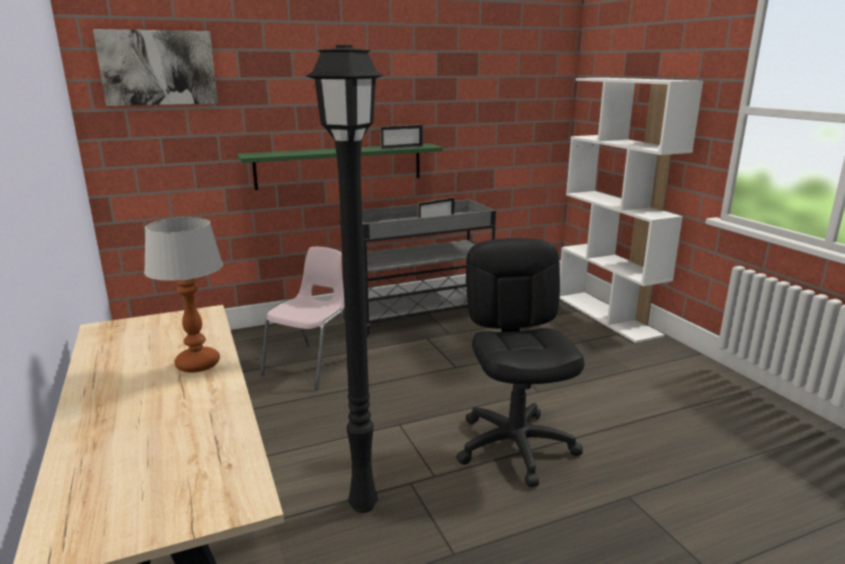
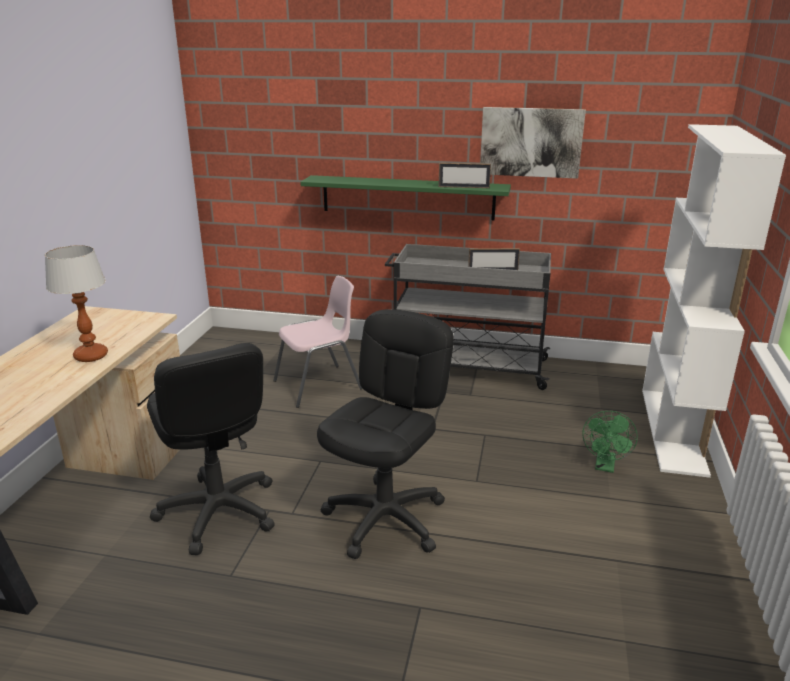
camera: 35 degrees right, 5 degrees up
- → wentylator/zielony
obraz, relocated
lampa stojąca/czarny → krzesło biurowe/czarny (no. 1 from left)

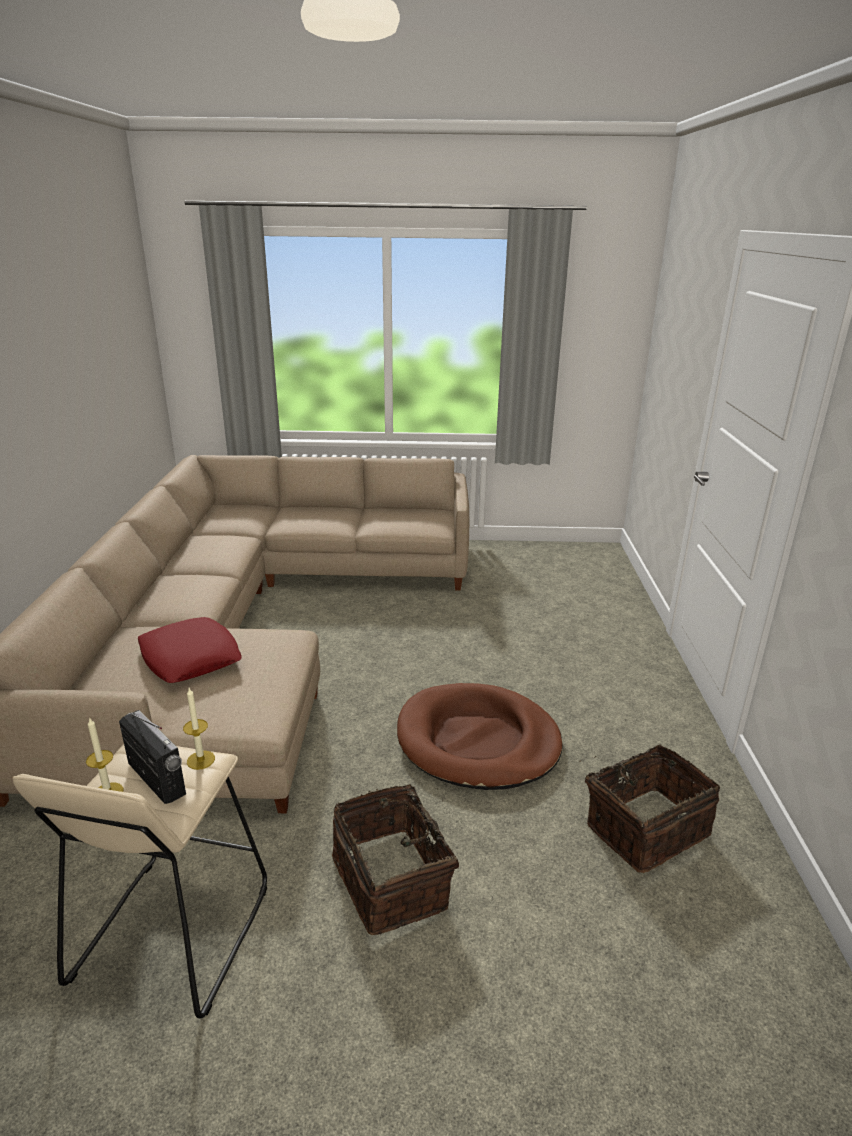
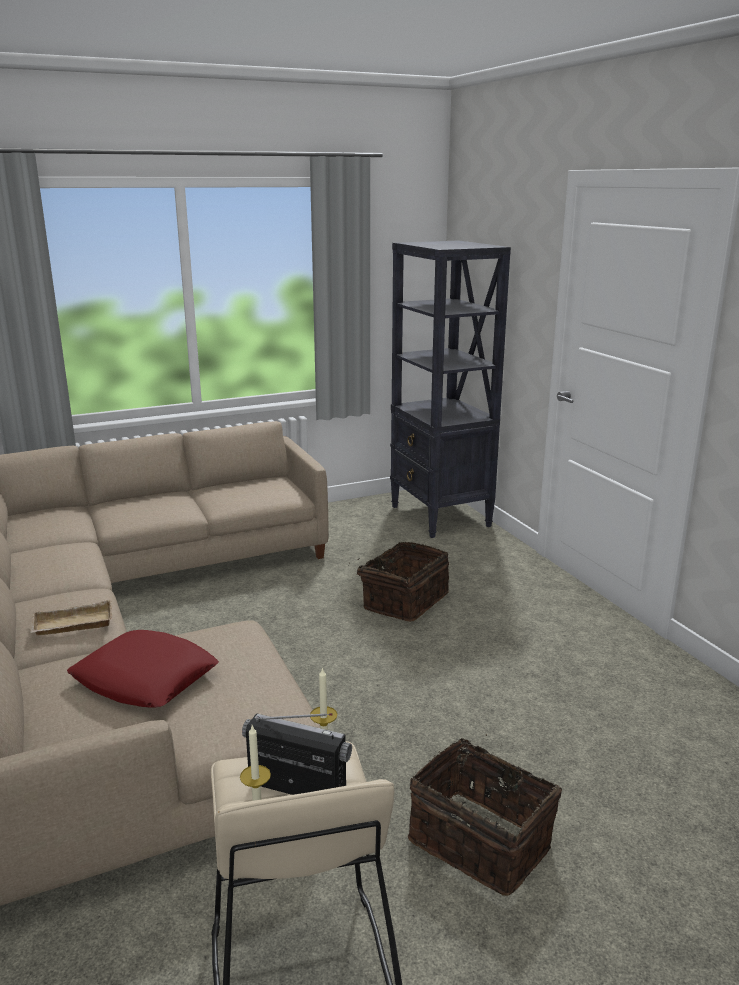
camera: 25 degrees left, 5 degrees down
legowisko/brązowy → -
- → taca/beżowy
- → regał/czarny
koszyk (no. 2 from left in the first image) → koszyk (no. 1 from left), relocated

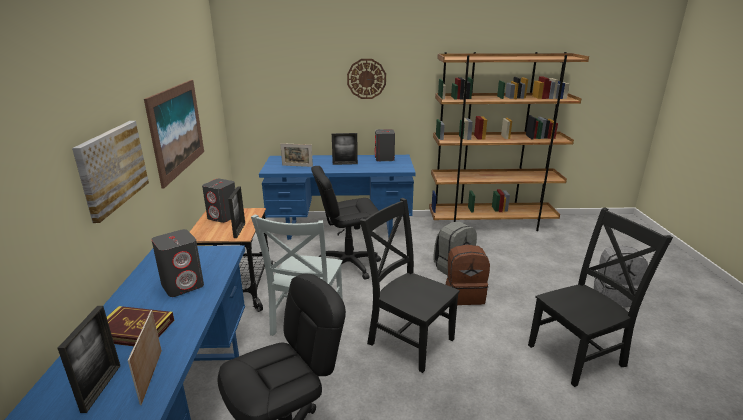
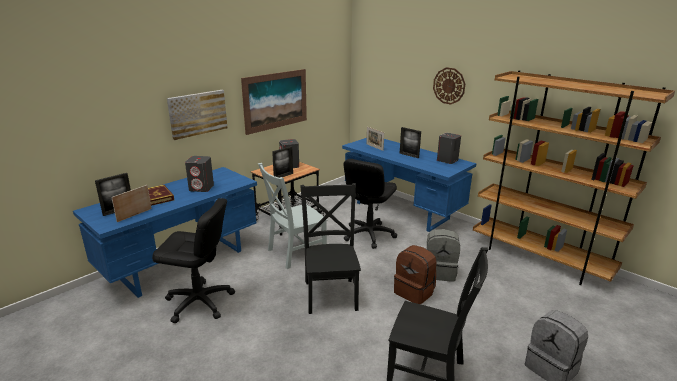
camera: 45 degrees right, 0 degrees up
krzesło biurowe/czarny (no. 2 from left), 90 degrees counterclockwise

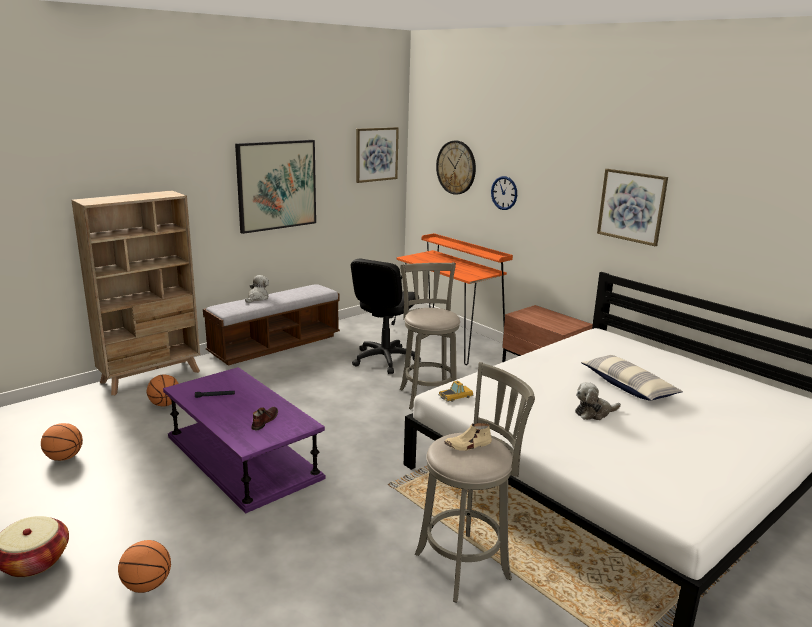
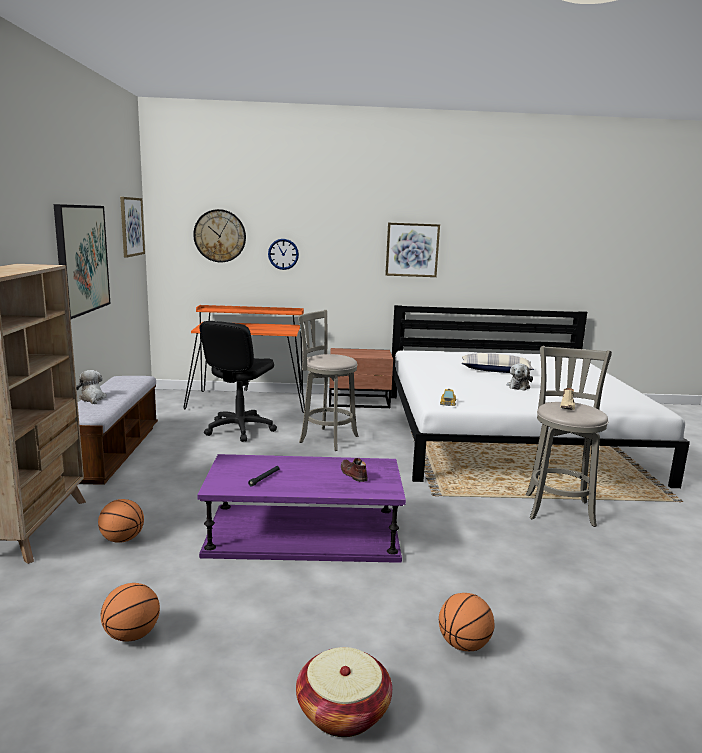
camera: 50 degrees left, 5 degrees down
krzesło biurowe/czarny, 45 degrees clockwise

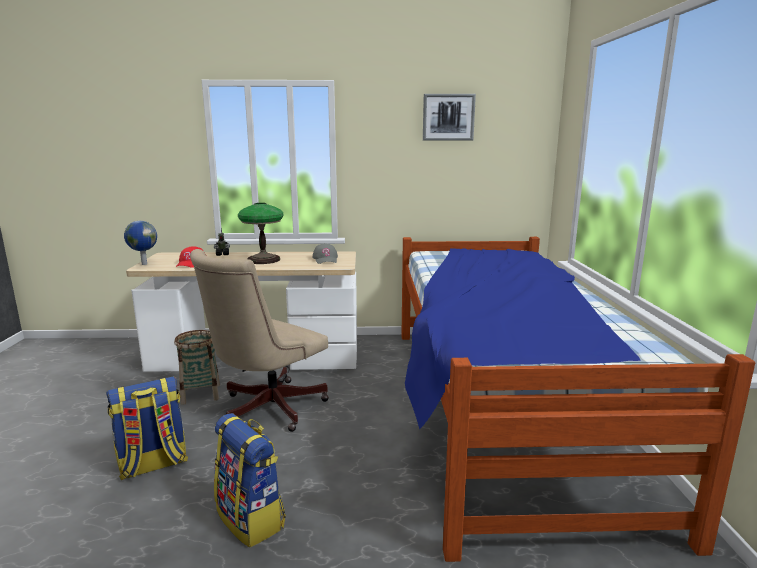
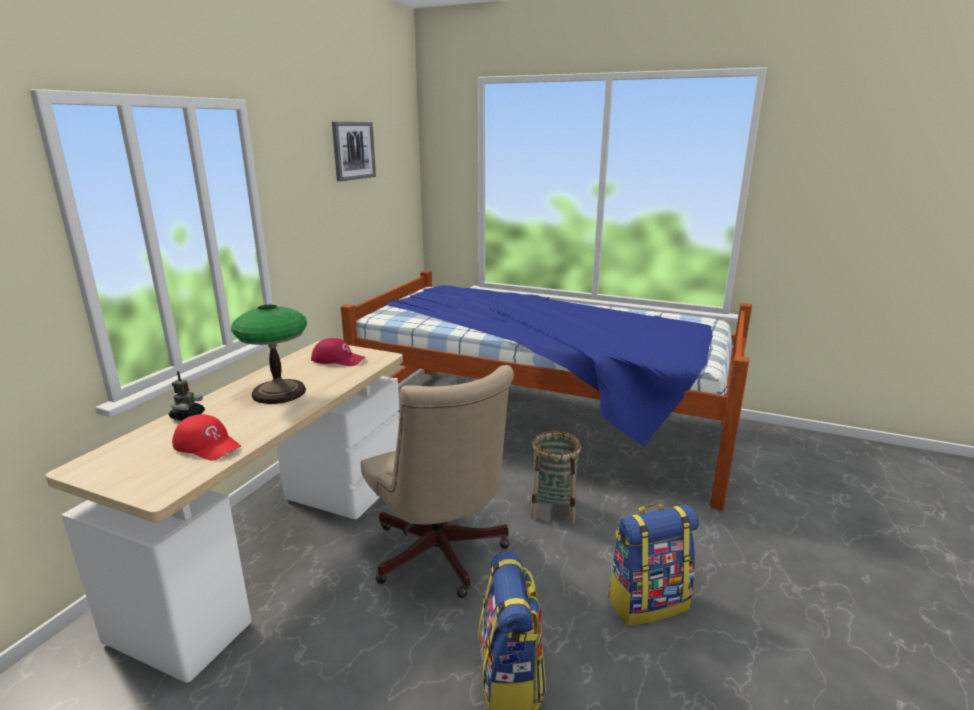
camera: 65 degrees left, 5 degrees up
globus → -
koszyk, relocated
czapka z daszkiem/szary → czapka z daszkiem/czerwony (no. 2 from left)

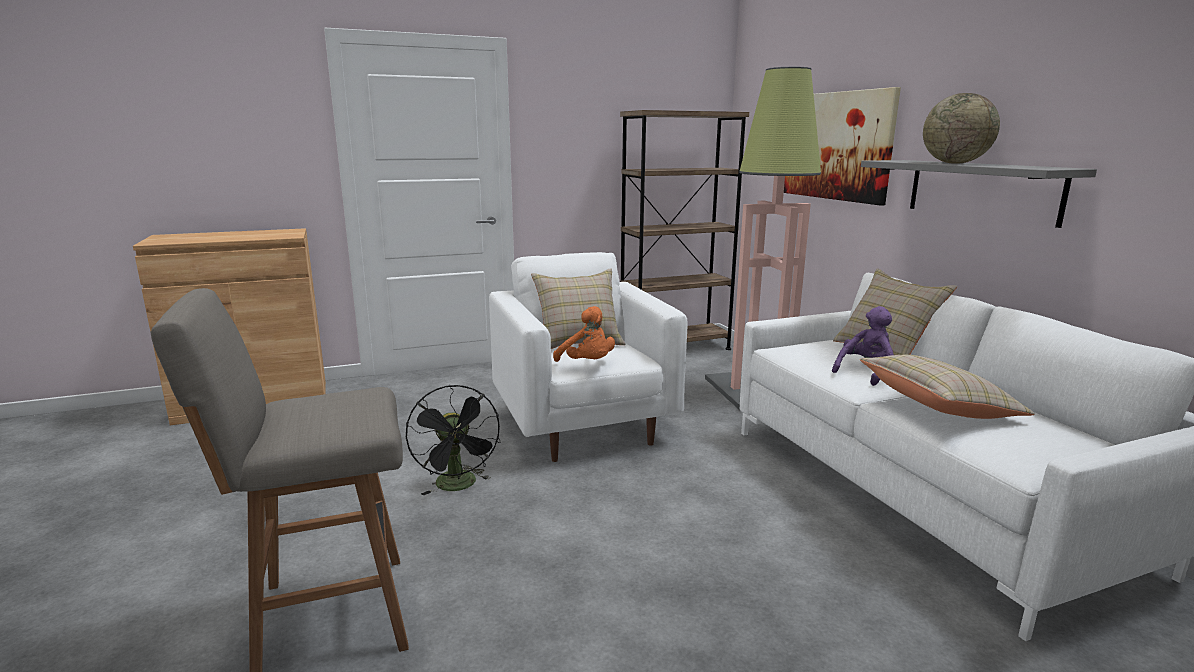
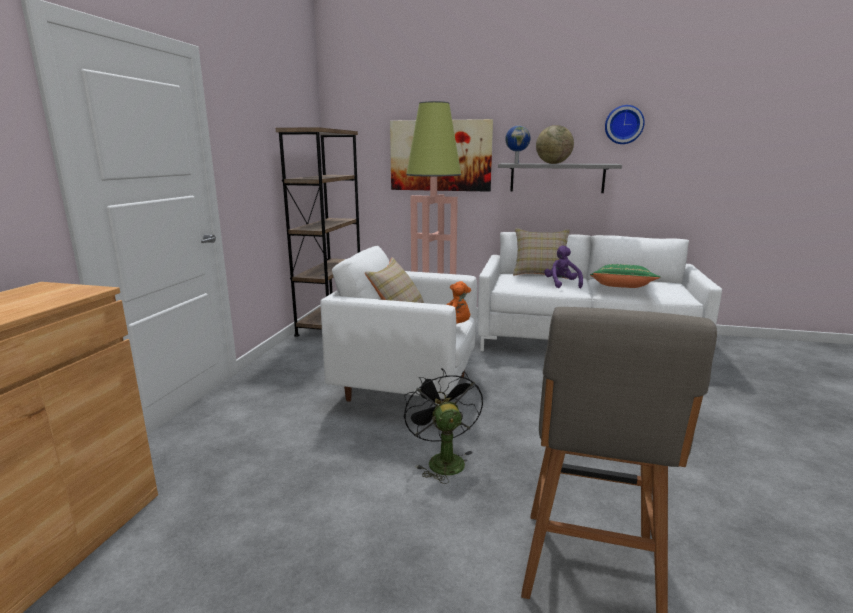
camera: 55 degrees left, 0 degrees up
- → globus (no. 1 from left)
- → zegar ścienny
poduszka/beżowy (no. 3 from left) → poduszka/zielony
wentylator/czarny, 120 degrees counterclockwise

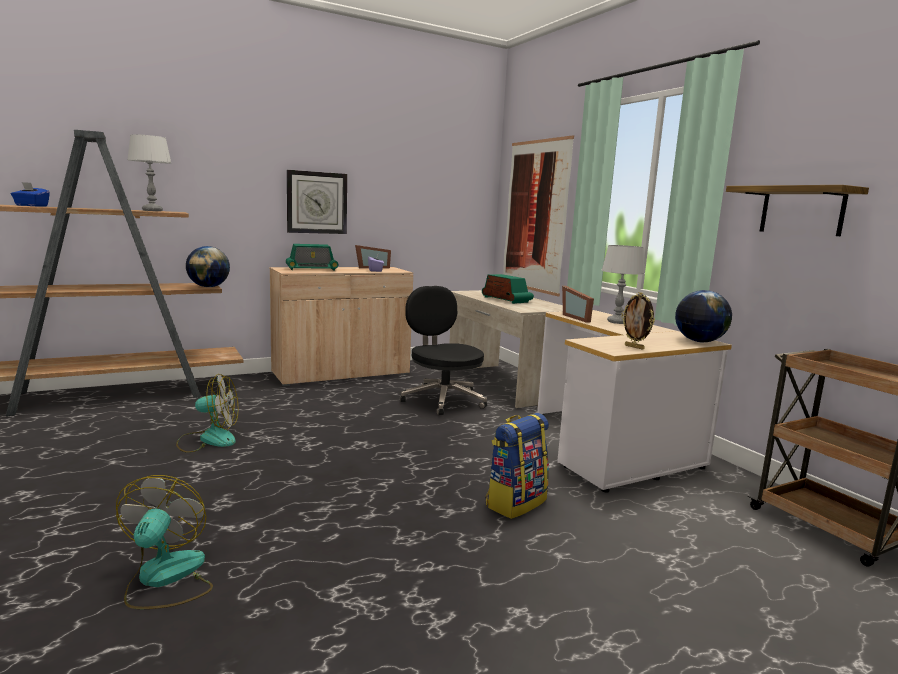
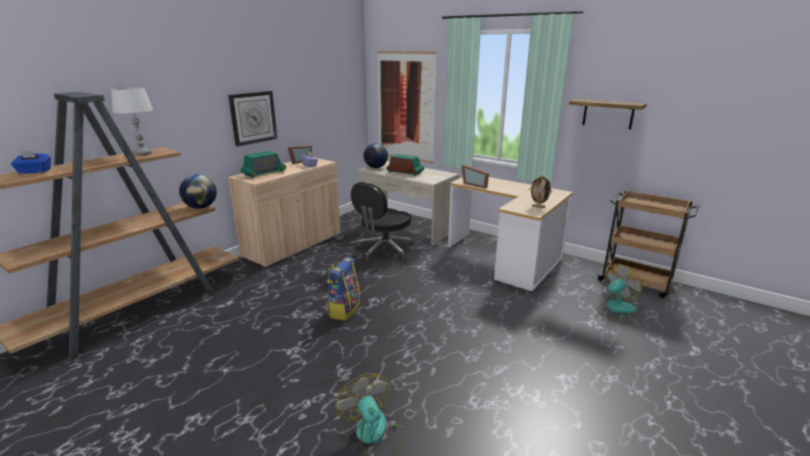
camera: 25 degrees left, 10 degrees up
lampa stołowa/szary (no. 2 from left) → -
wentylator (no. 2 from left), relocated
plecak, relocated
globus (no. 2 from left), relocated
krzesło biurowe/czarny, 90 degrees counterclockwise

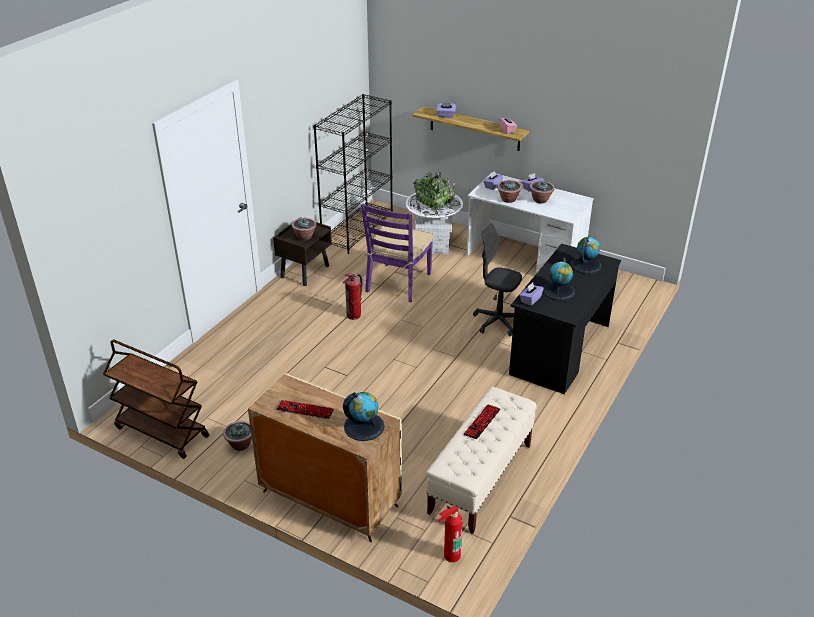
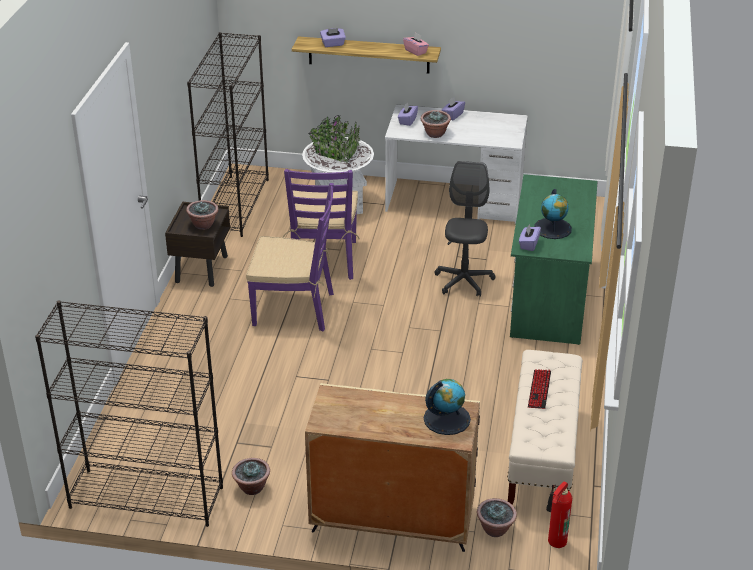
camera: 20 degrees left, 0 degrees up
klawiatura (no. 1 from left) → -
globus (no. 3 from left) → -
roślina doniczkowa (no. 4 from left), relocated
wózek/brązowy → regał/czarny (no. 1 from left)
gaśnica (no. 1 from left) → krzesło/fioletowy (no. 1 from left)
biurko/czarny → biurko/zielony
krzesło biurowe/szary, 90 degrees clockwise

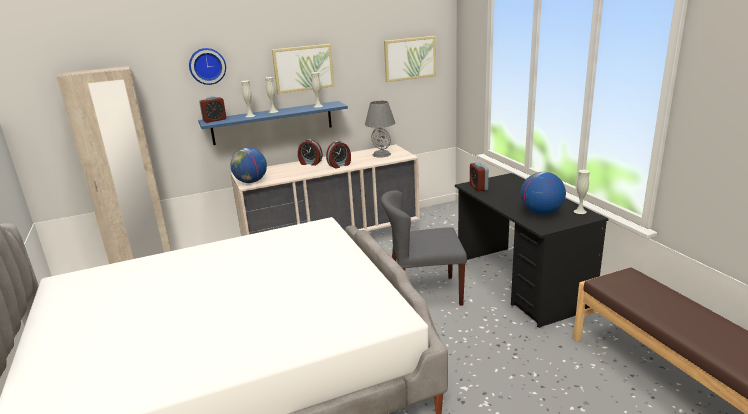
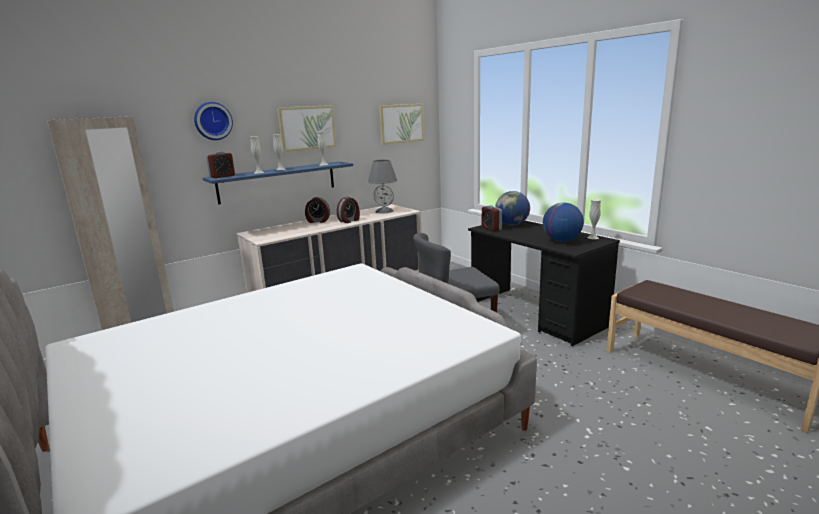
camera: 15 degrees left, 5 degrees down
globus (no. 1 from left), relocated

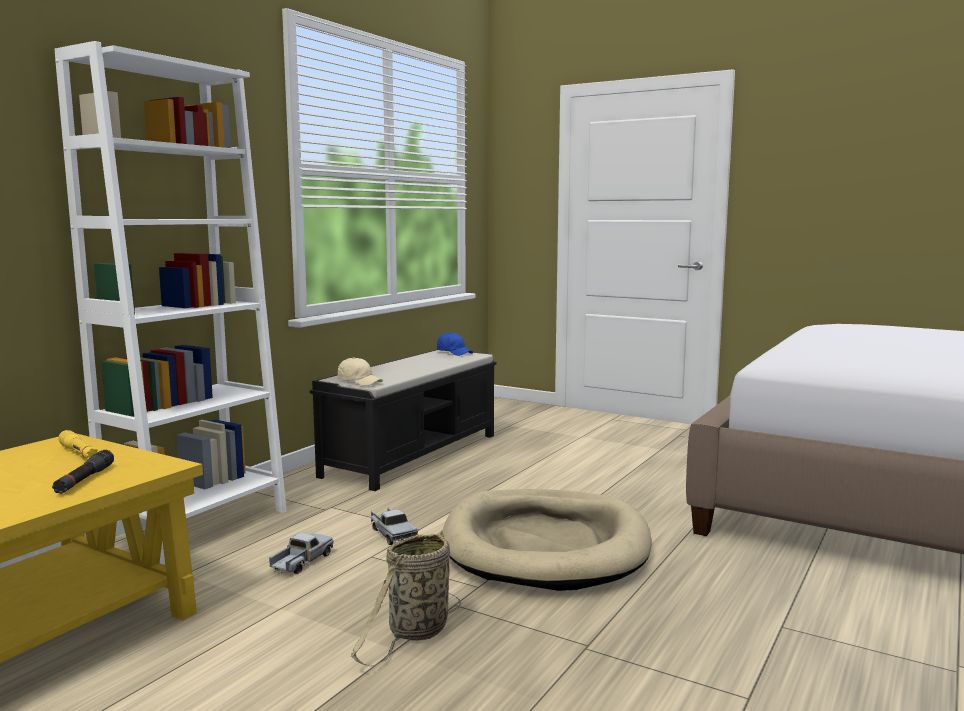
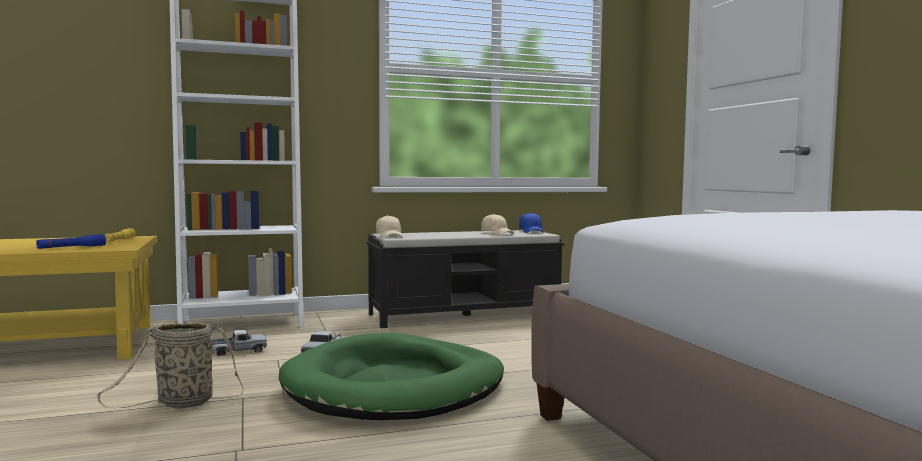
camera: 40 degrees right, 5 degrees down
- → czapka z daszkiem/beżowy (no. 2 from left)
latarka/czarny → latarka/niebieski
legowisko/beżowy → legowisko/zielony

